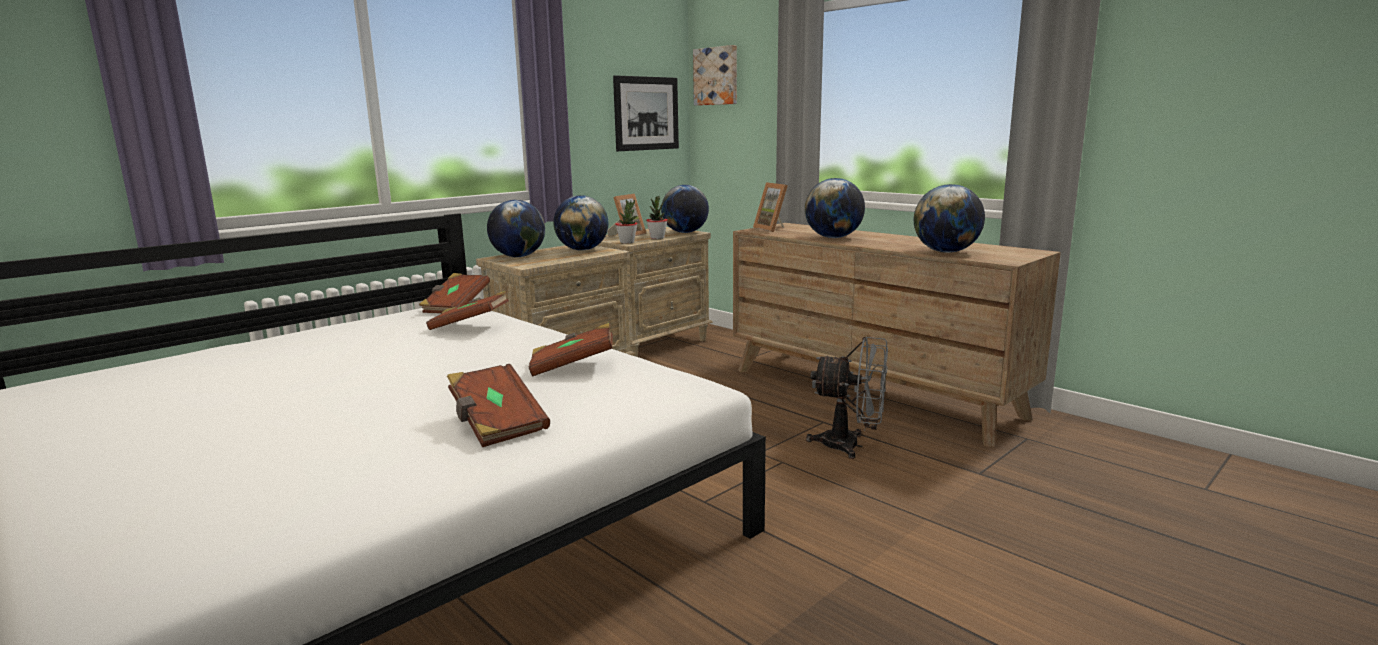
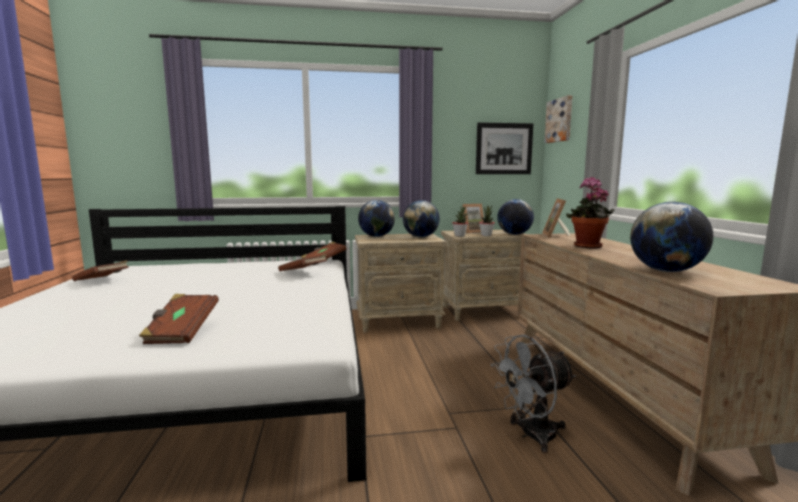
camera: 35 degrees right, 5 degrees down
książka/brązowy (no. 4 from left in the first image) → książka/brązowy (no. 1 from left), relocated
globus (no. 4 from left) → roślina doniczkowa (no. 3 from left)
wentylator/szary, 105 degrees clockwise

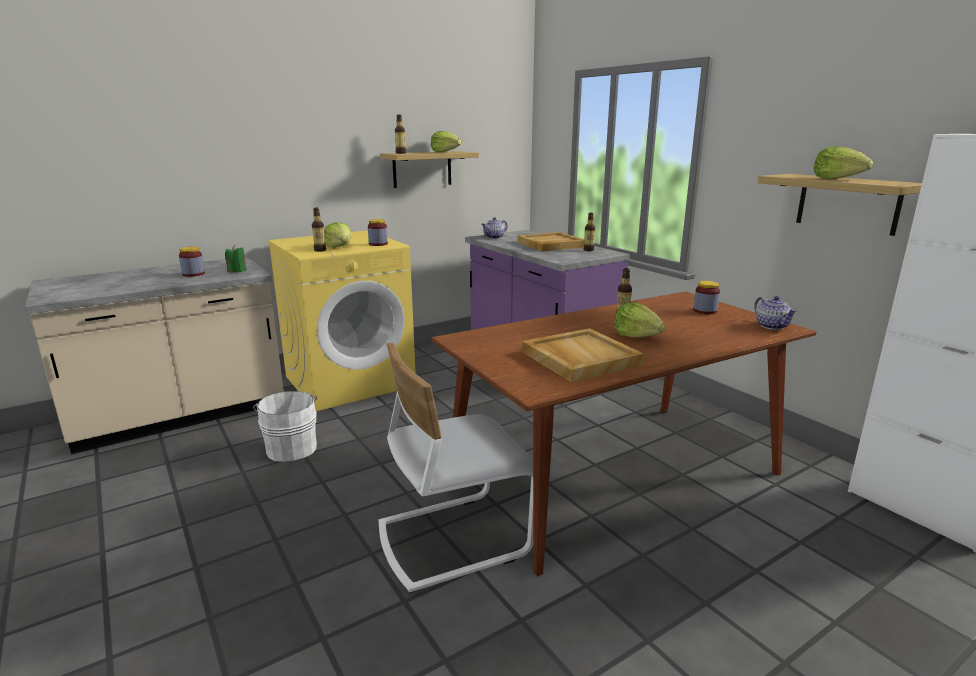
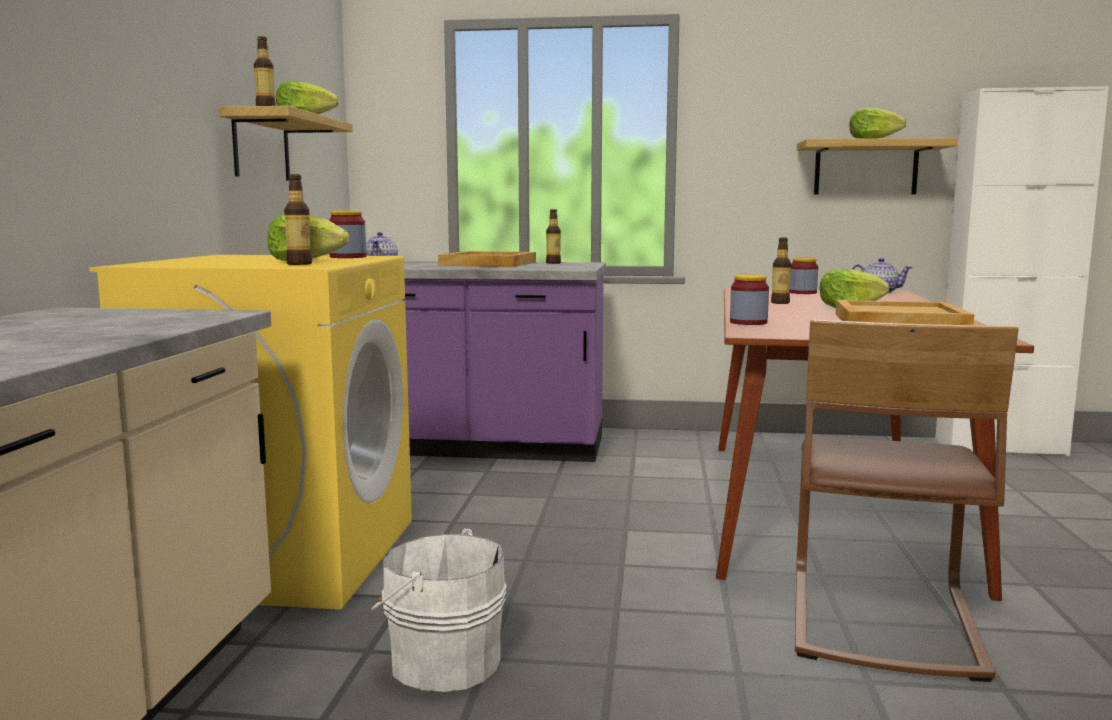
camera: 50 degrees left, 10 degrees down
świeca/zielony → -
słoik (no. 1 from left in the first image) → słoik (no. 2 from left), relocated
krzesło/biały → krzesło/brązowy

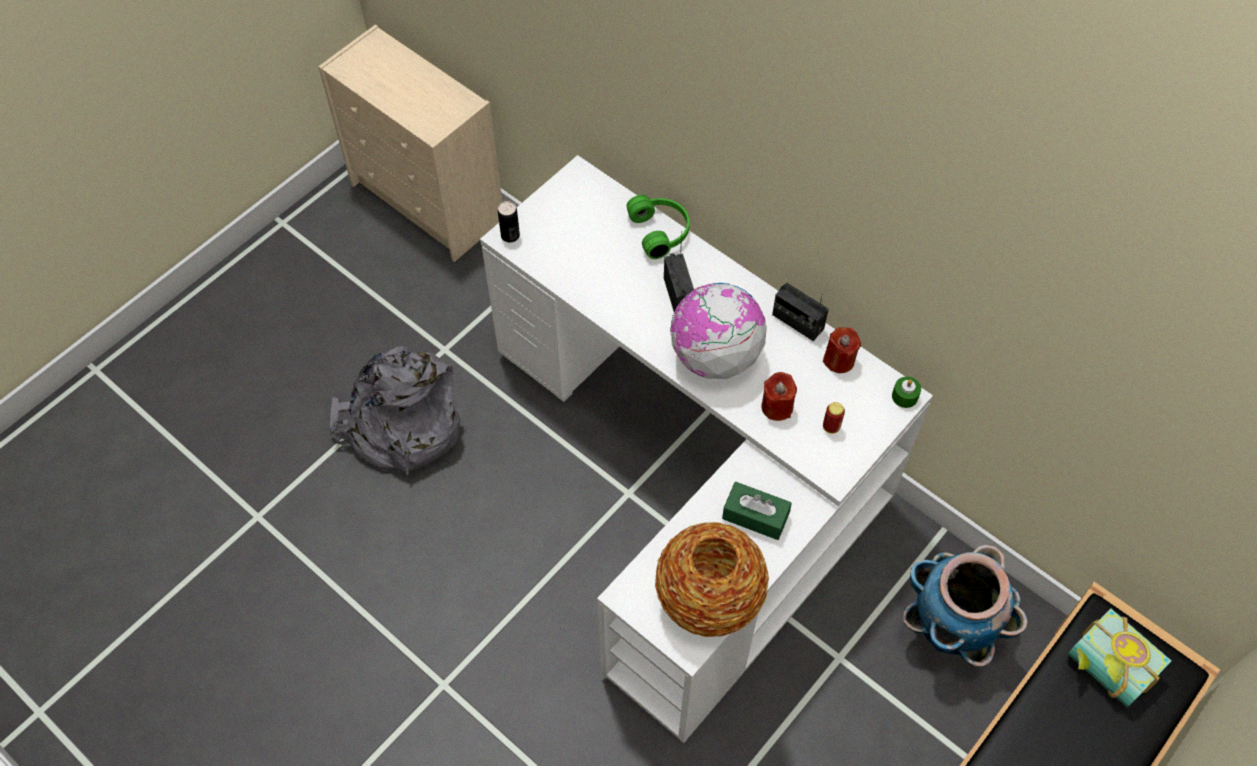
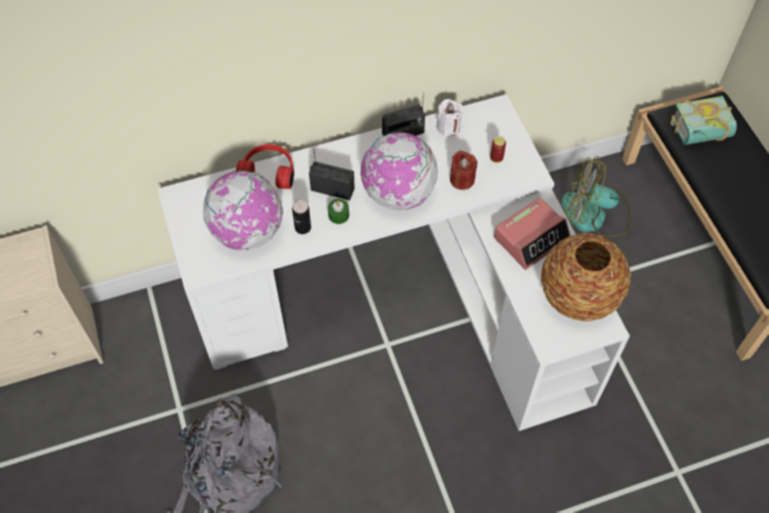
camera: 60 degrees left, 0 degrees up
- → globus (no. 1 from left)
puszka (no. 1 from left), relocated
świeca/zielony, relocated
pudełko chusteczek/zielony → budzik
donica → wentylator
słuchawki/zielony → słuchawki/czerwony
świeca/czerwony (no. 2 from left) → świeca/biały

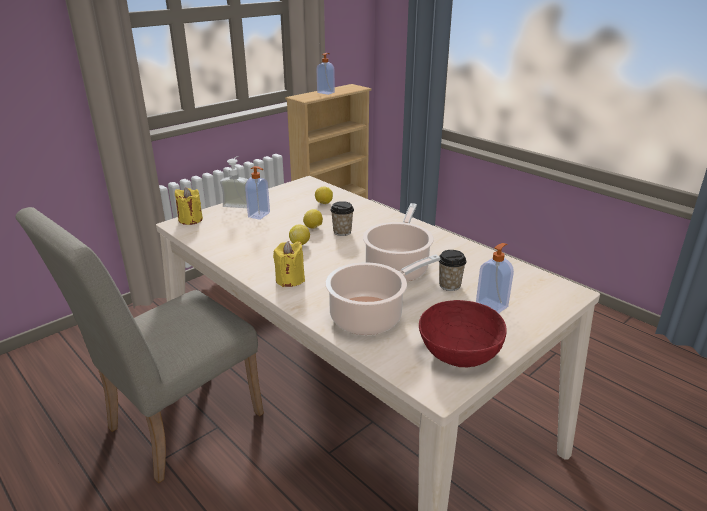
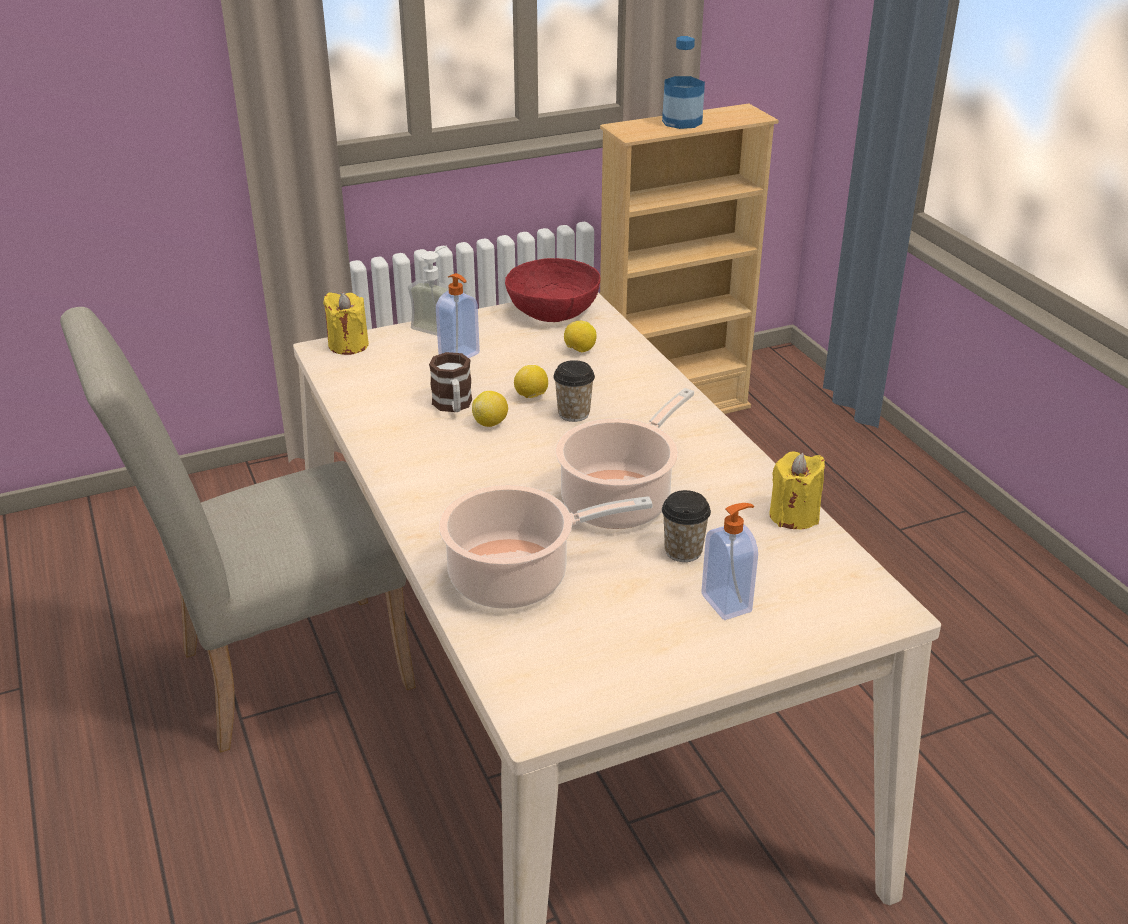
camera: 20 degrees right, 5 degrees up
- → kubek
świeca/żółty (no. 2 from left), relocated
miska/czerwony, relocated
dozownik mydła (no. 3 from left) → butelka

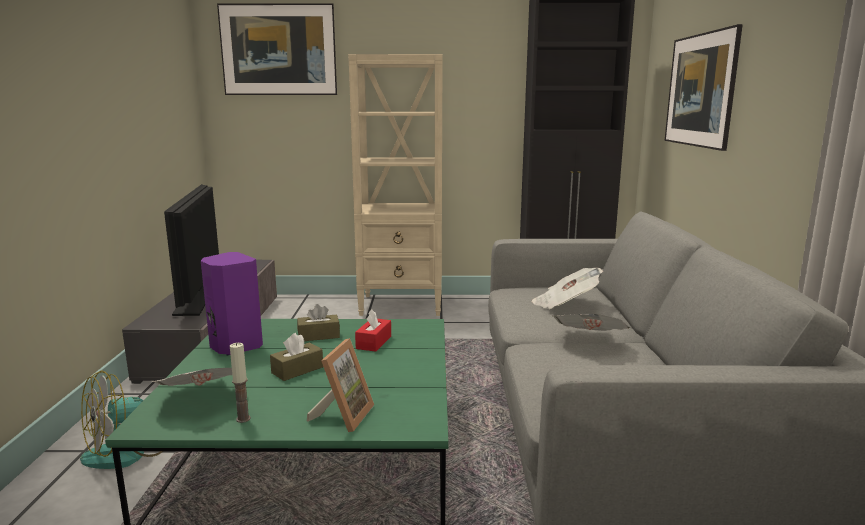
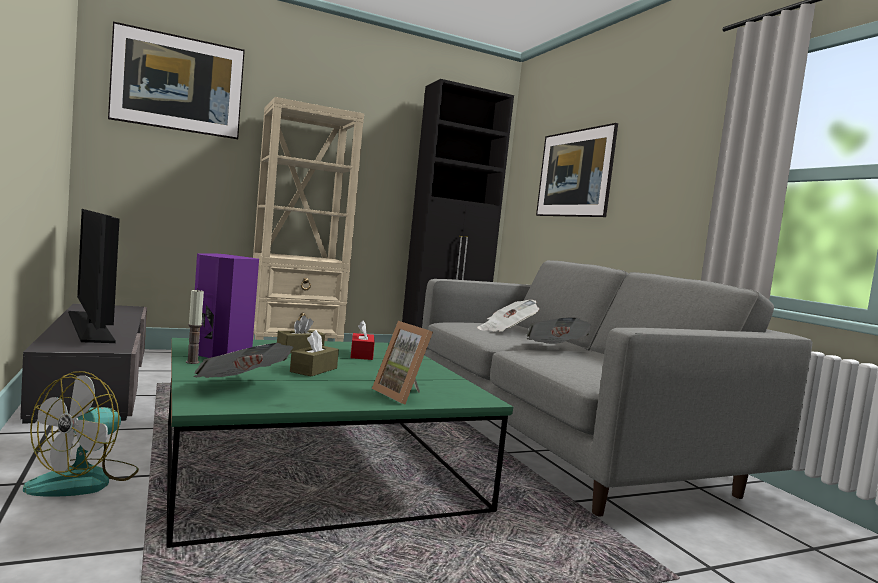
camera: 25 degrees left, 10 degrees down
świeca, relocated
ramka na zdjęcie, 150 degrees clockwise

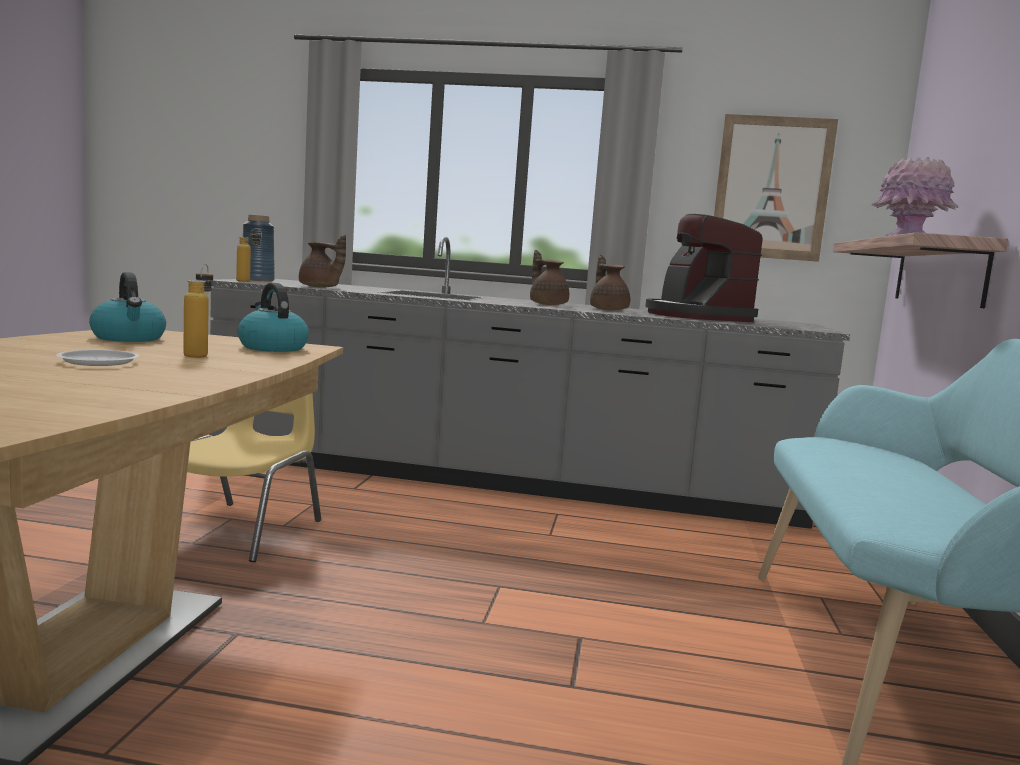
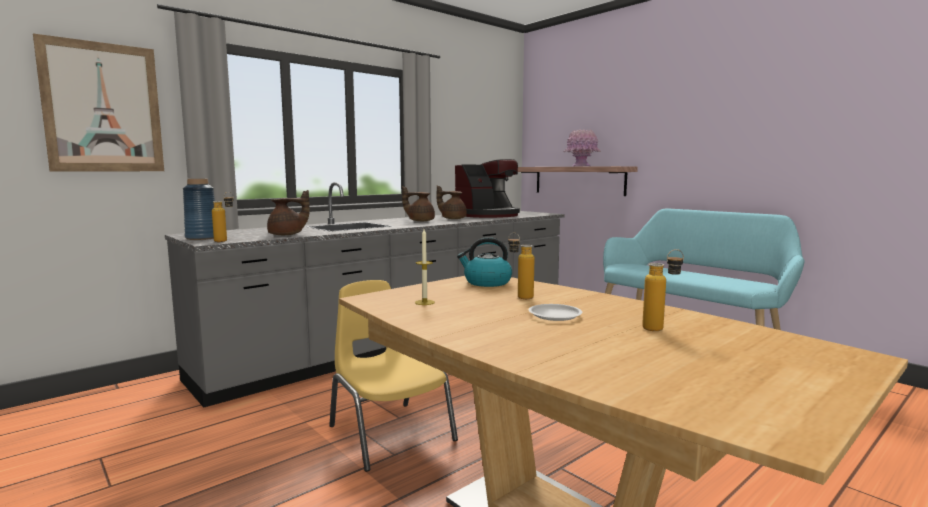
camera: 50 degrees left, 0 degrees up
- → butelka (no. 3 from left)
obraz, relocated
czajnik (no. 1 from left) → świeca
ekspres do kawy, 60 degrees counterclockwise

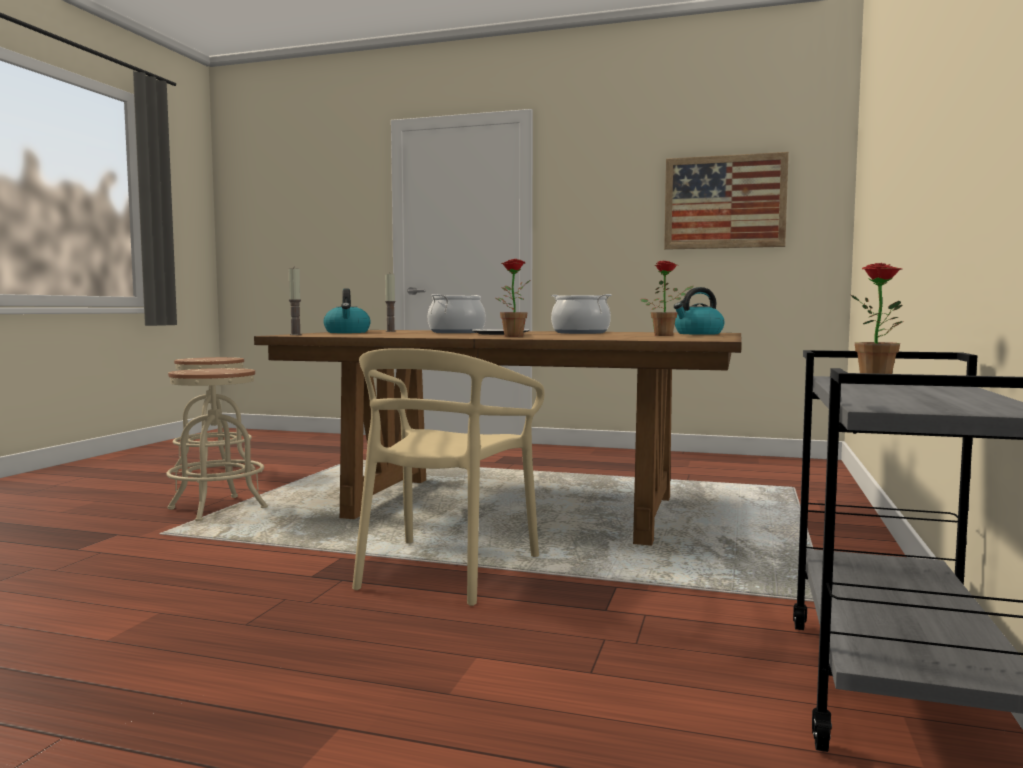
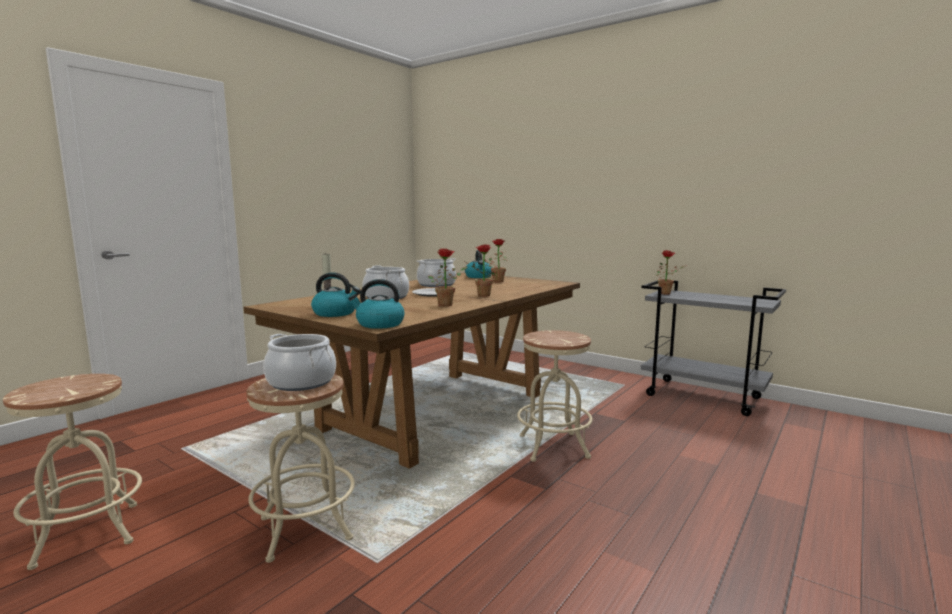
camera: 70 degrees left, 5 degrees up
obraz → -
- → garnek (no. 1 from left)
- → roślina doniczkowa (no. 1 from left)
świeca (no. 1 from left) → czajnik (no. 2 from left)
krzesło/beżowy → stołek/beżowy (no. 3 from left)

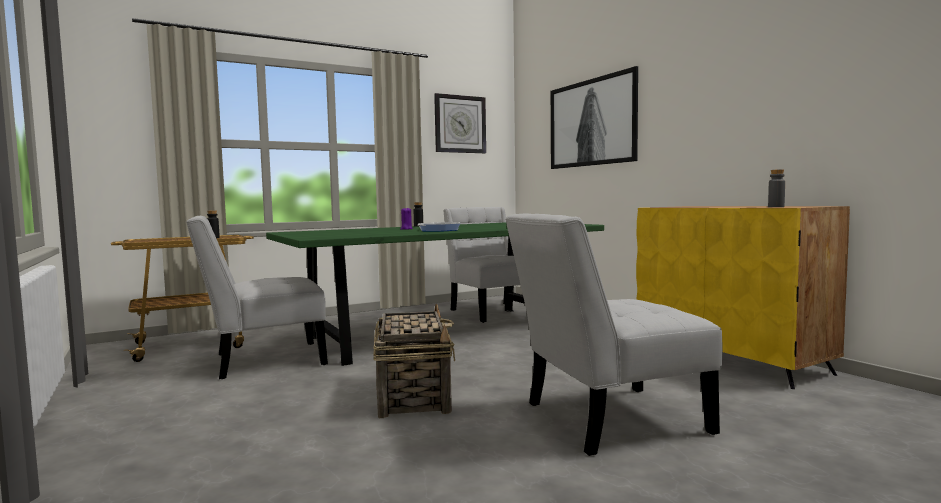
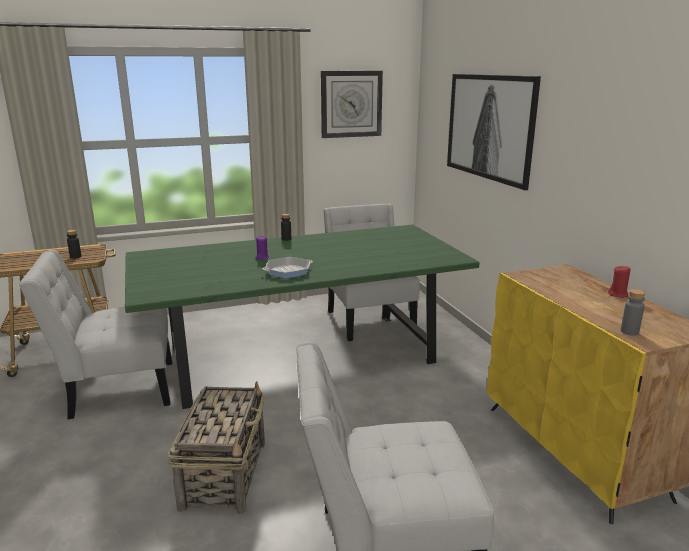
camera: 10 degrees right, 15 degrees up
- → świeca/czerwony

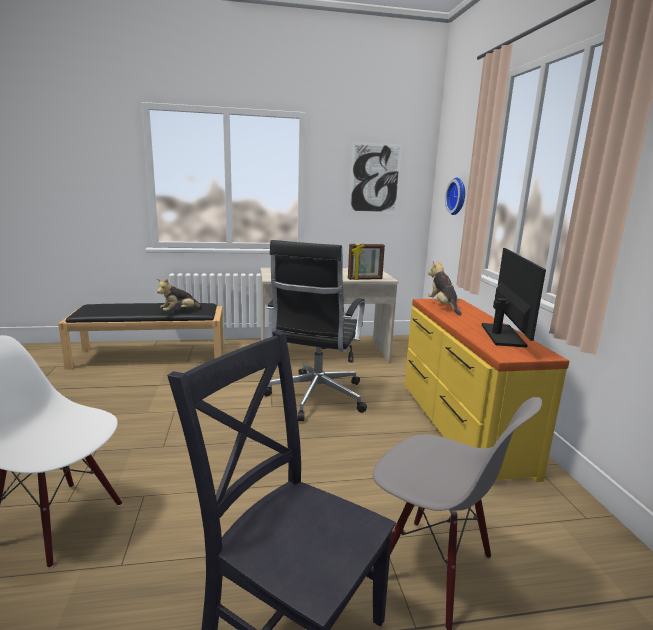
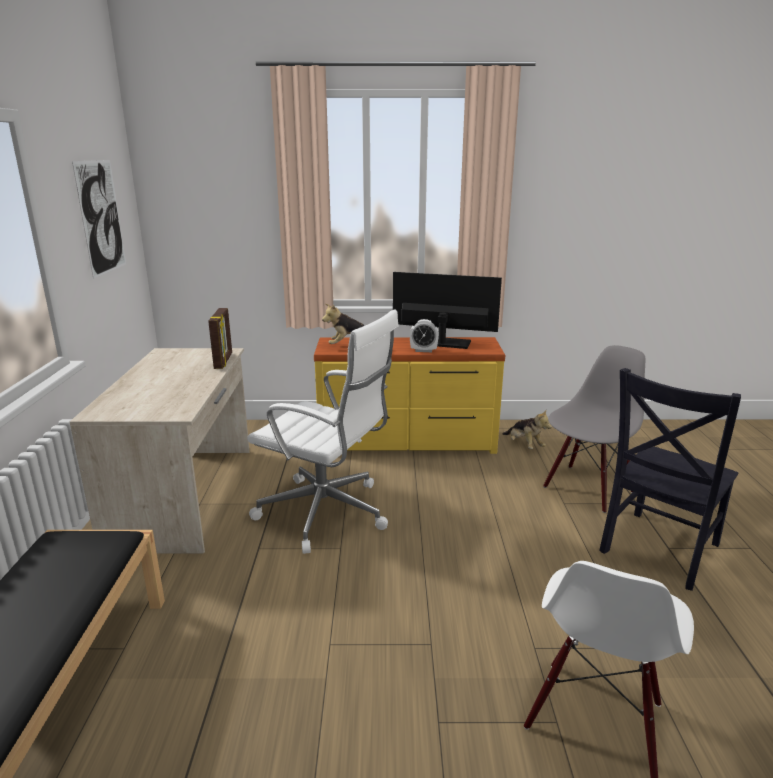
camera: 80 degrees left, 5 degrees up
zegar ścienny → -
- → budzik
pluszak (no. 1 from left in the first image) → pluszak (no. 2 from left), relocated
krzesło biurowe/czarny → krzesło biurowe/biały

